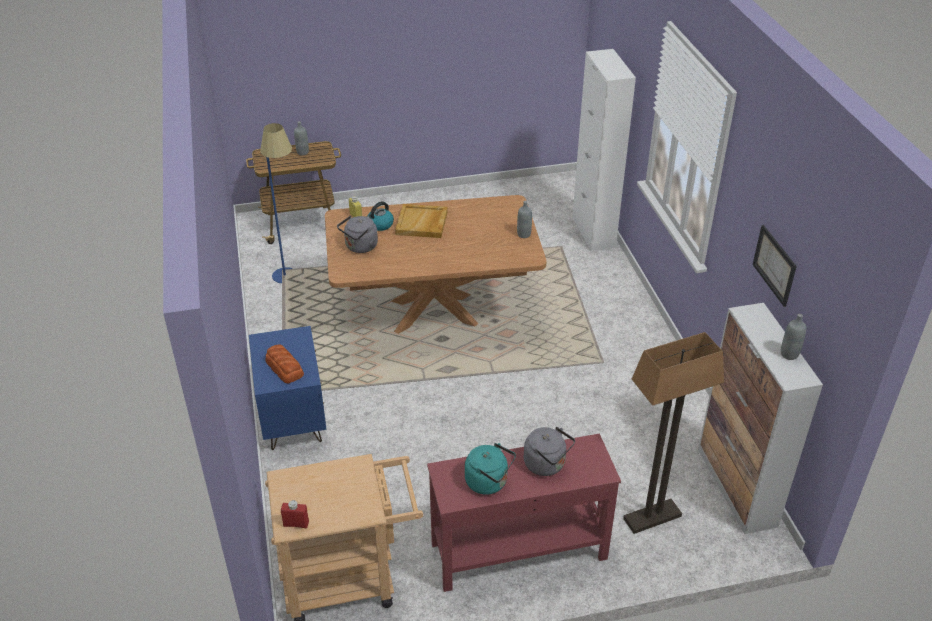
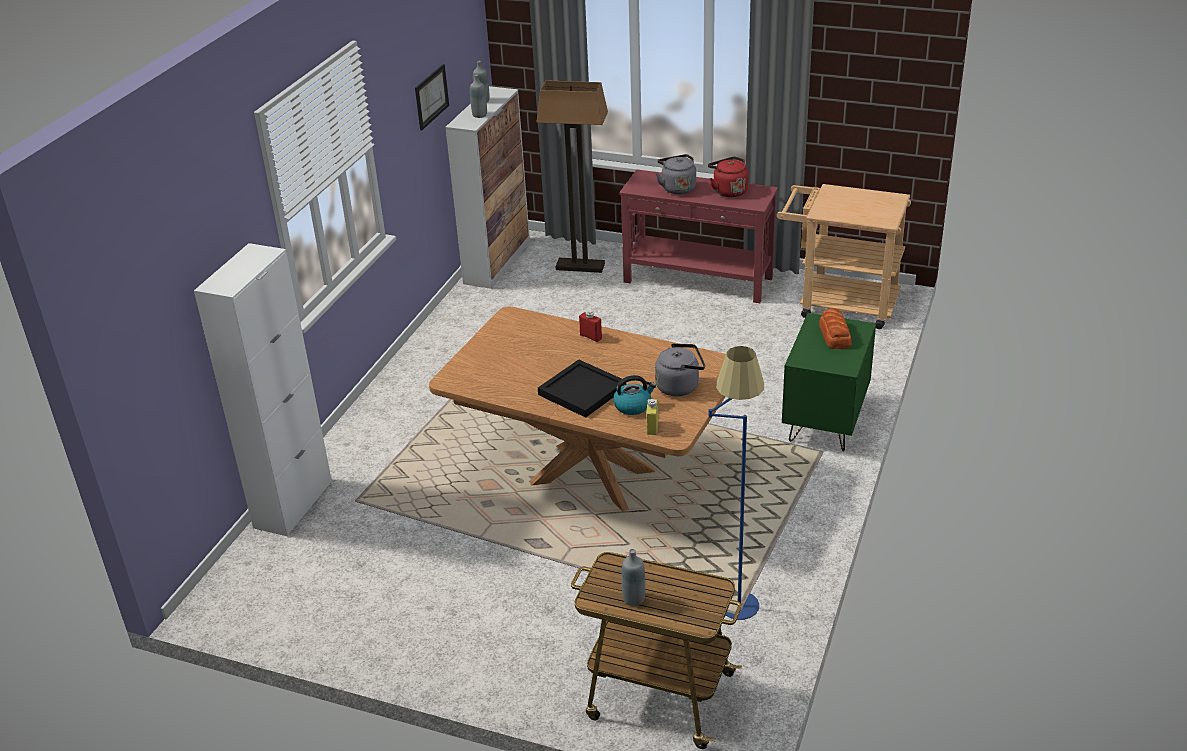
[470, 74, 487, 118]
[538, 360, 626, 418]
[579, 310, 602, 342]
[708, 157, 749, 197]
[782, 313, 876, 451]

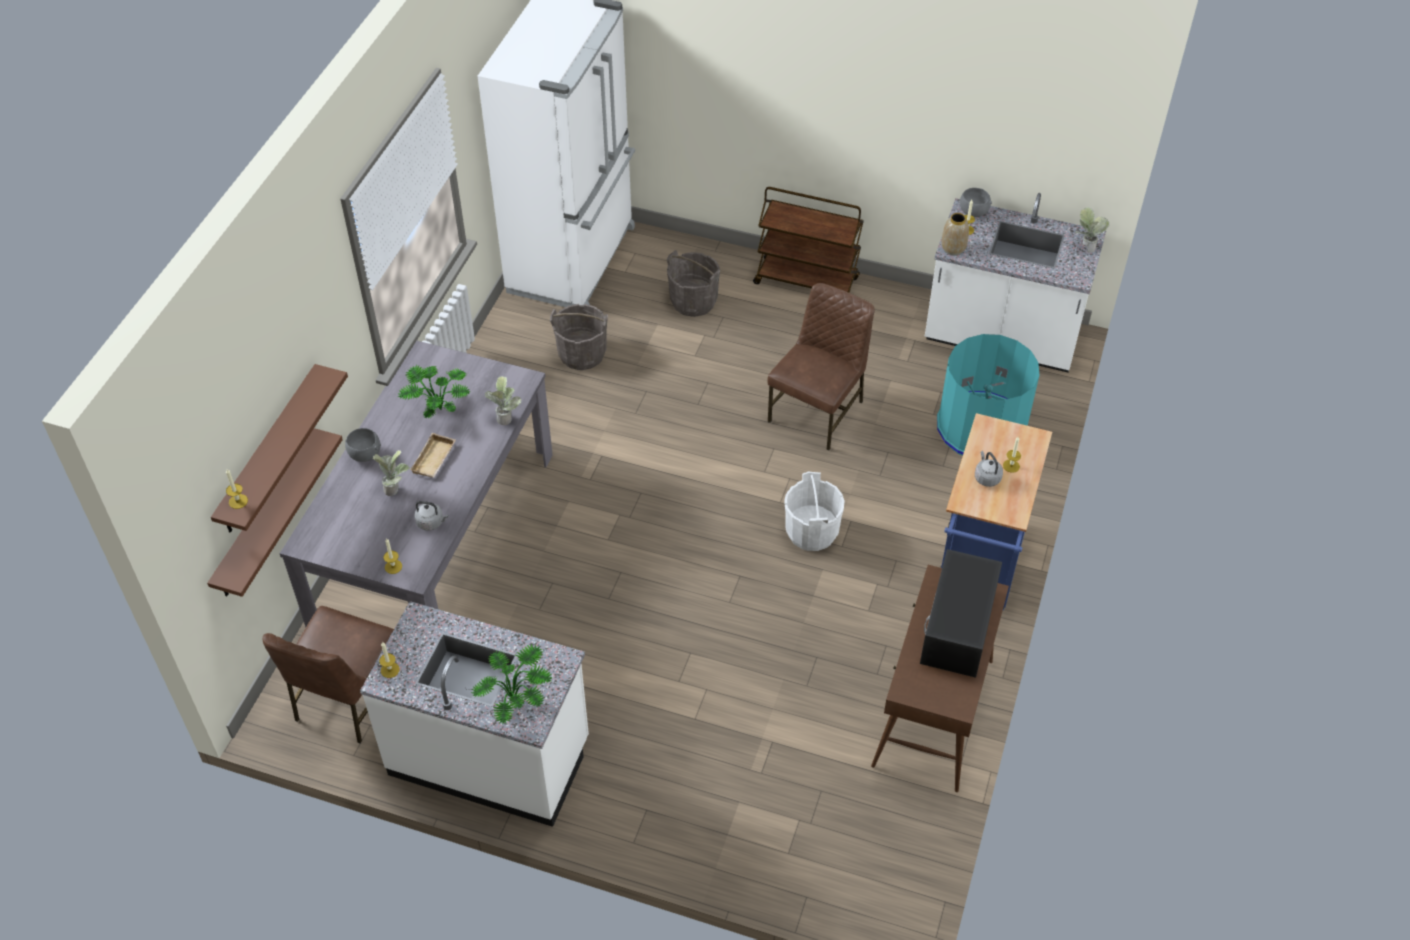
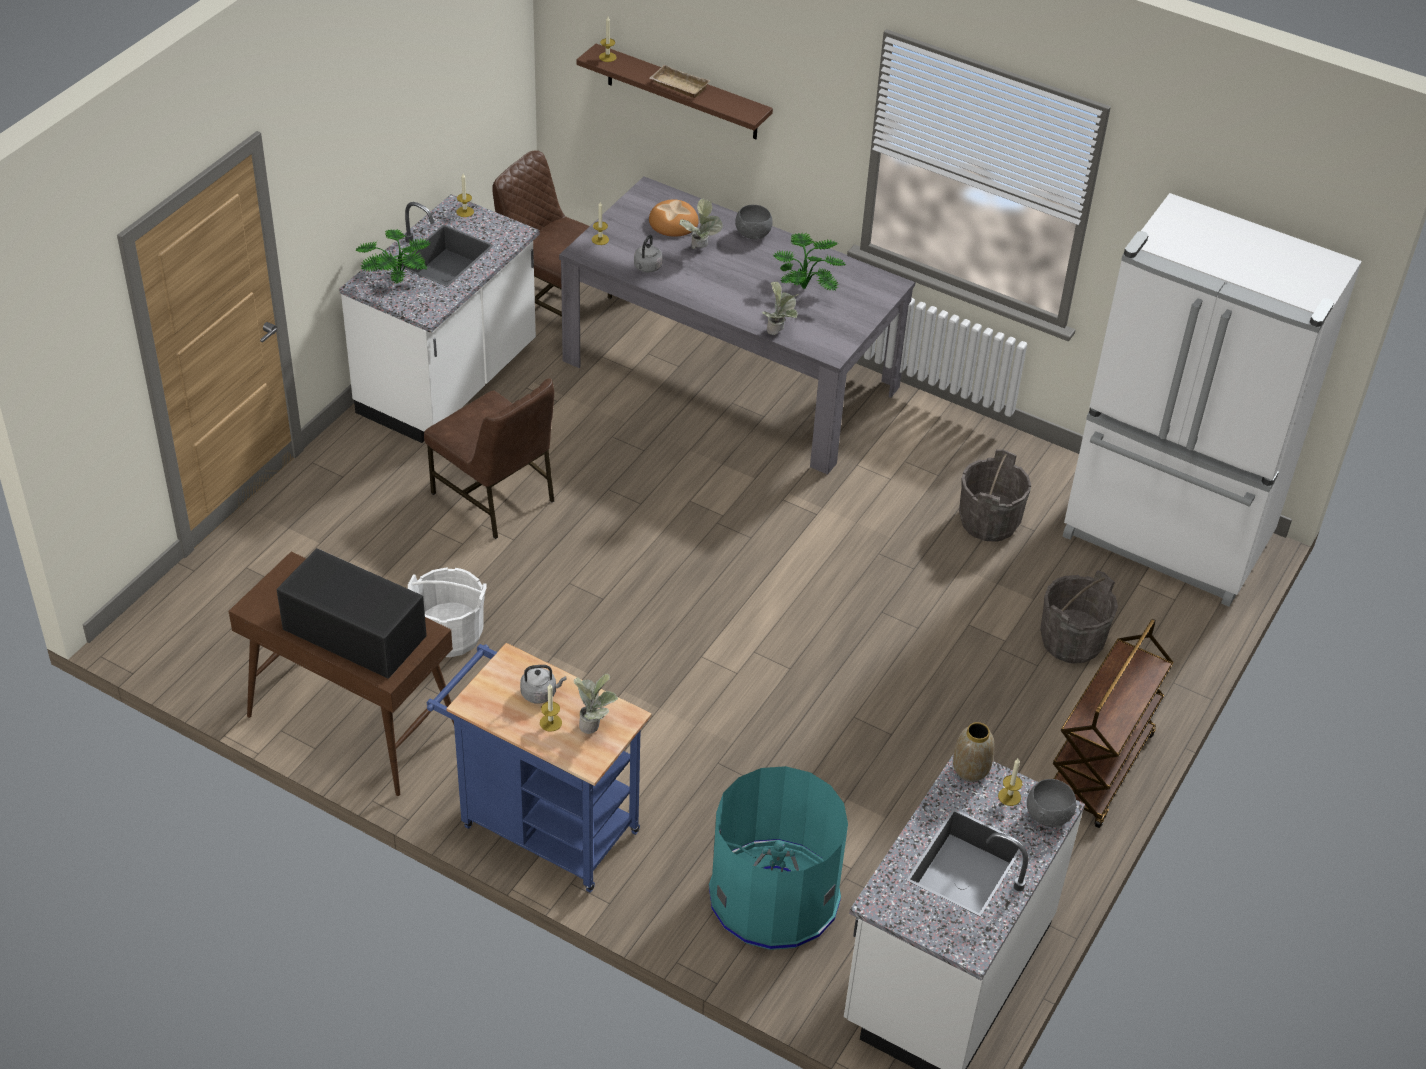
[408, 567, 486, 657]
[424, 378, 554, 539]
[574, 673, 618, 734]
[649, 65, 710, 98]
[649, 199, 699, 237]
[207, 428, 343, 597] (first image)

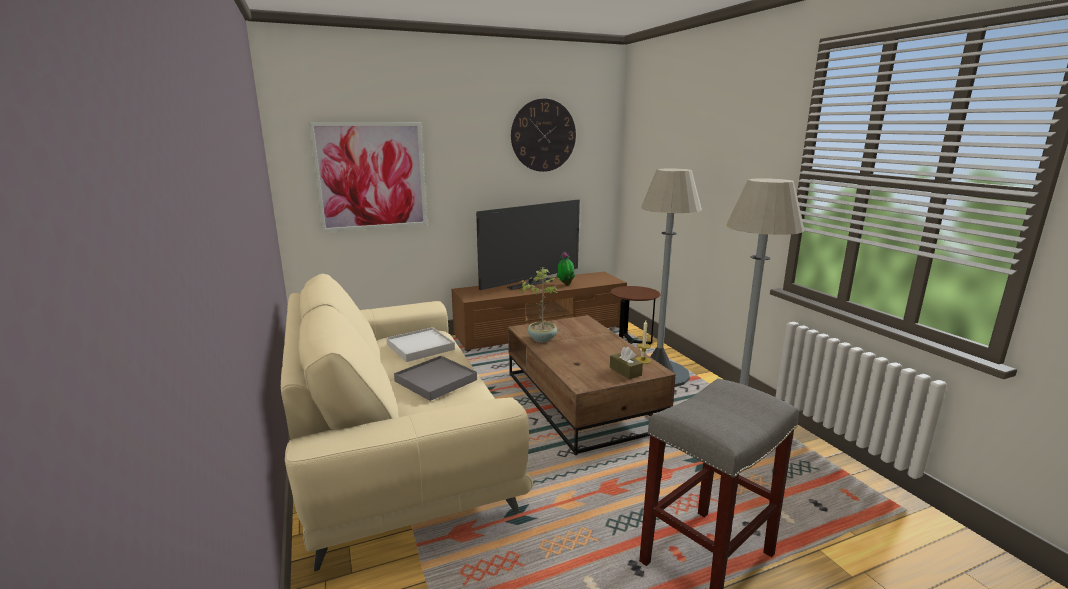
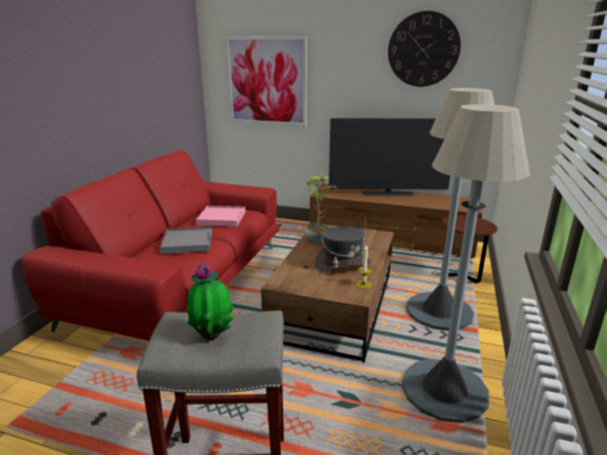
[22, 150, 280, 341]
[187, 264, 234, 340]
[196, 205, 246, 227]
[315, 226, 371, 271]
[610, 347, 643, 379] (first image)

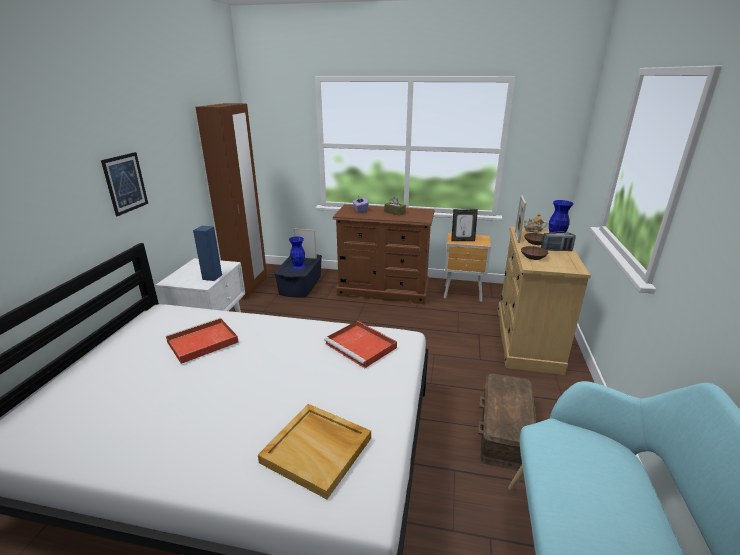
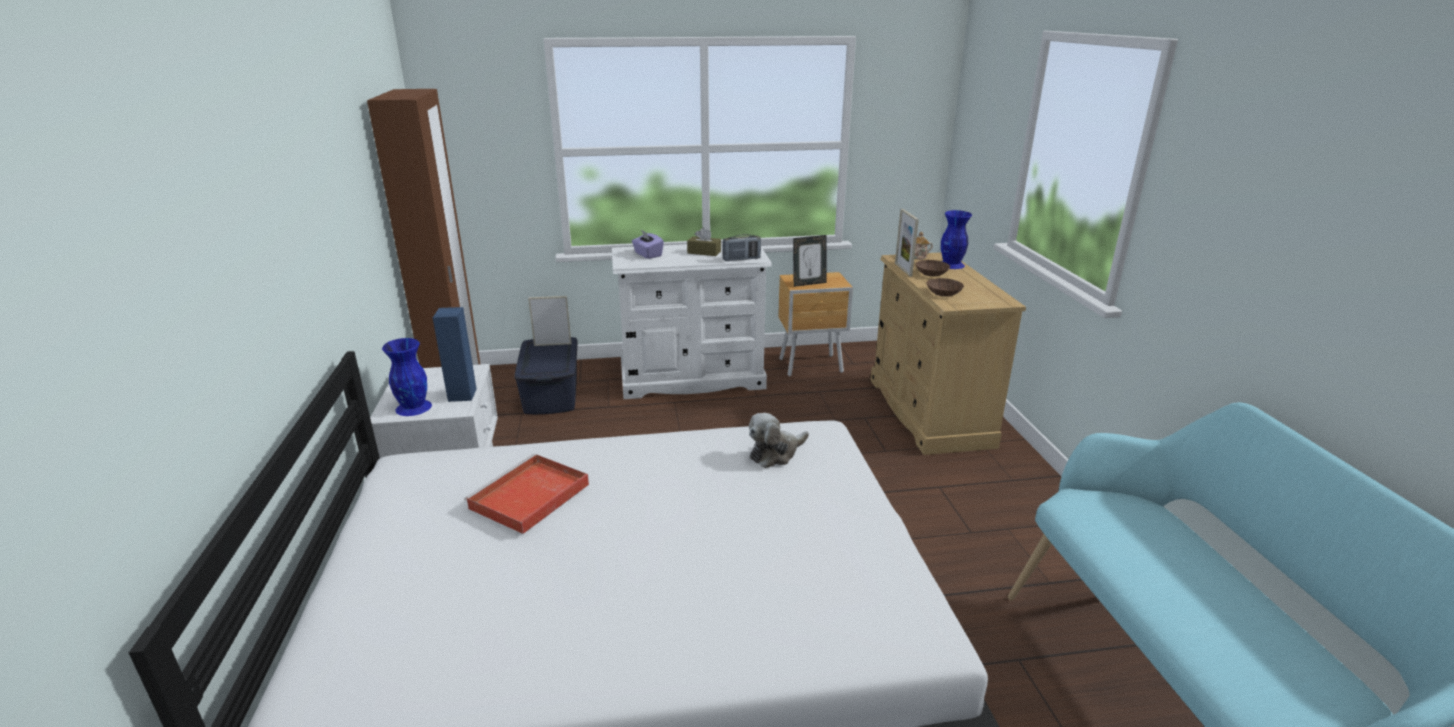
[382, 338, 432, 416]
[612, 243, 772, 399]
[722, 234, 761, 261]
[749, 413, 809, 468]
[101, 152, 148, 216] (first image)
[258, 404, 371, 499] (first image)
[478, 373, 536, 471] (first image)

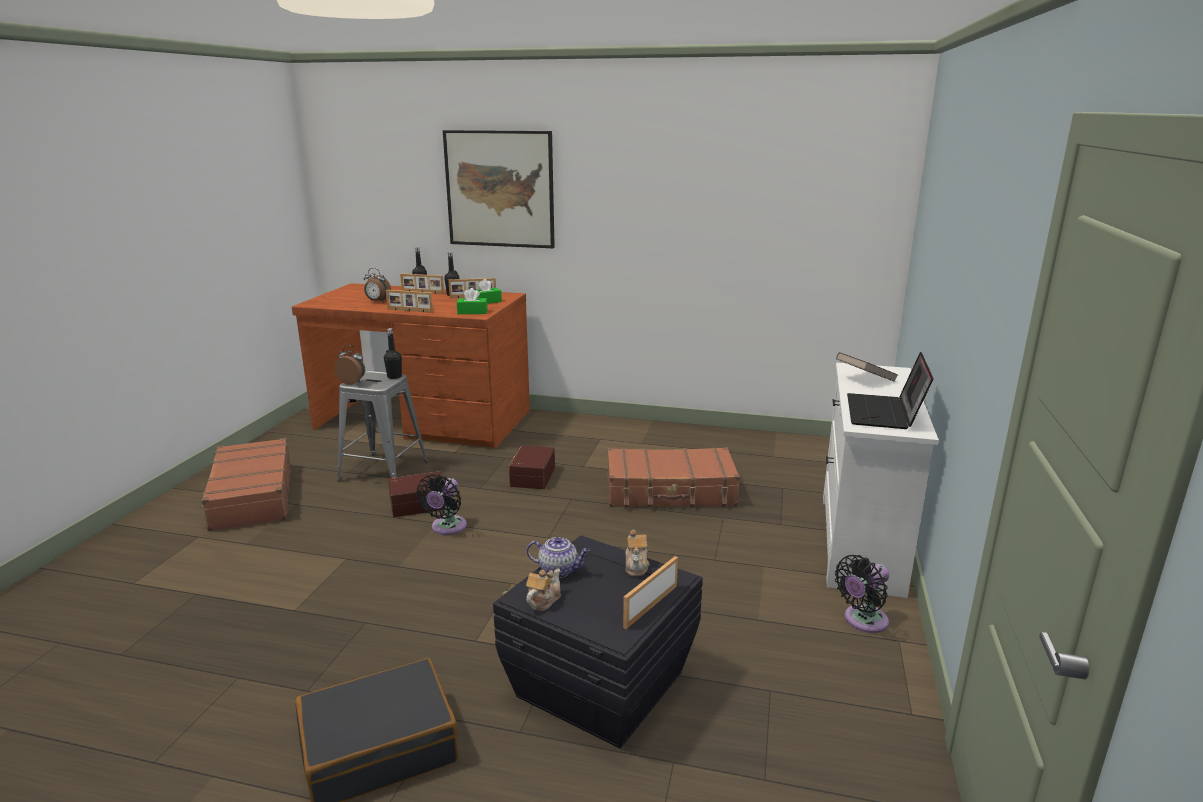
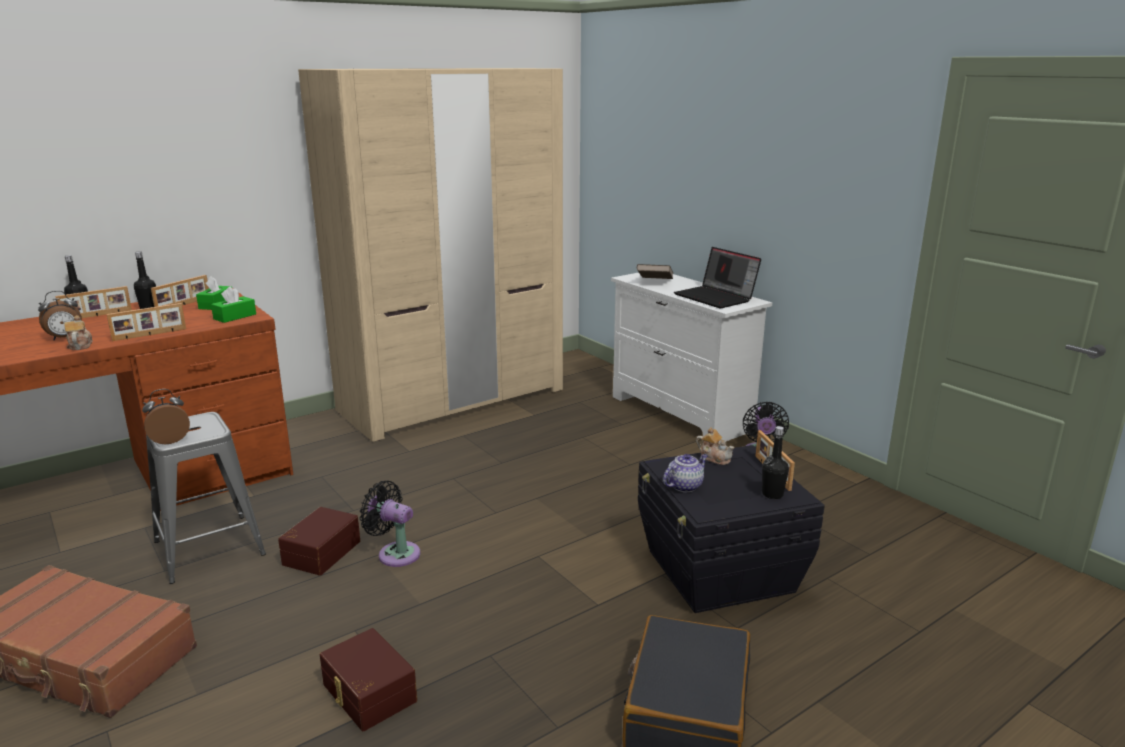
[64, 315, 93, 350]
[298, 68, 563, 442]
[320, 628, 417, 731]
[360, 481, 421, 567]
[762, 426, 789, 499]
[443, 130, 555, 248] (first image)
[608, 447, 740, 508] (first image)

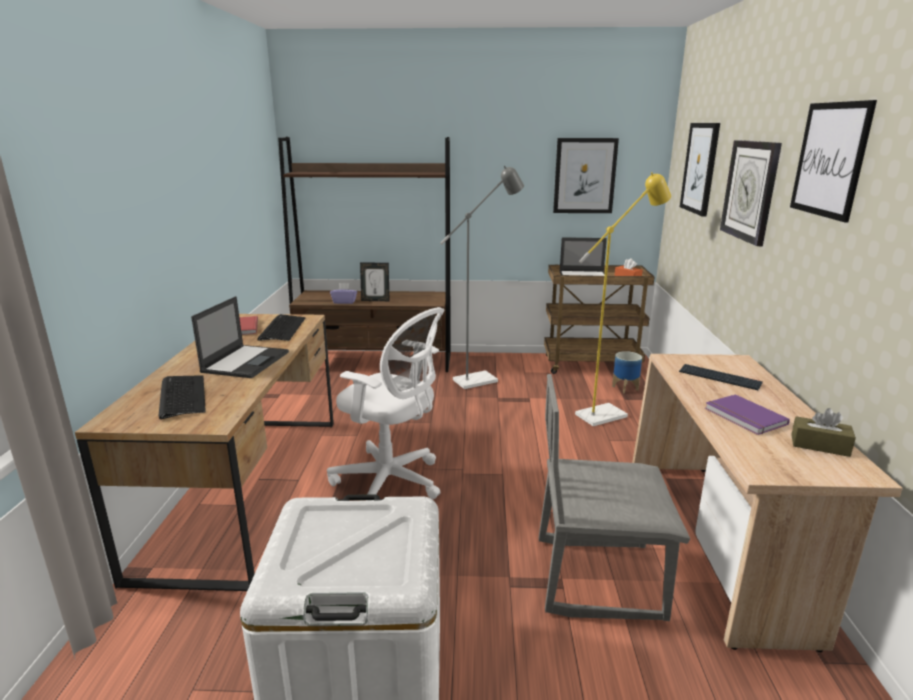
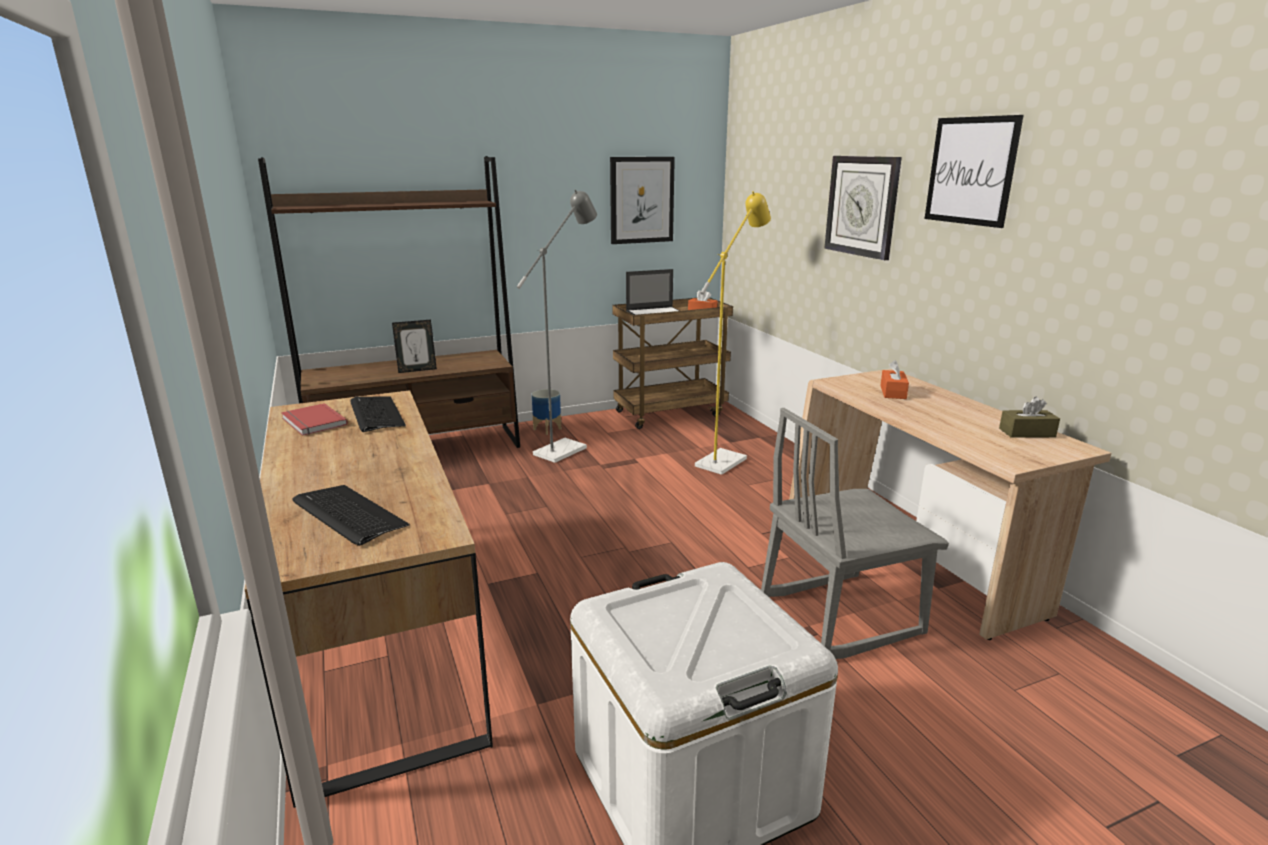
[532, 389, 561, 435]
[880, 360, 909, 399]
[191, 296, 289, 378] (first image)
[327, 307, 444, 501] (first image)
[330, 283, 357, 304] (first image)
[680, 123, 720, 217] (first image)
[705, 394, 790, 435] (first image)

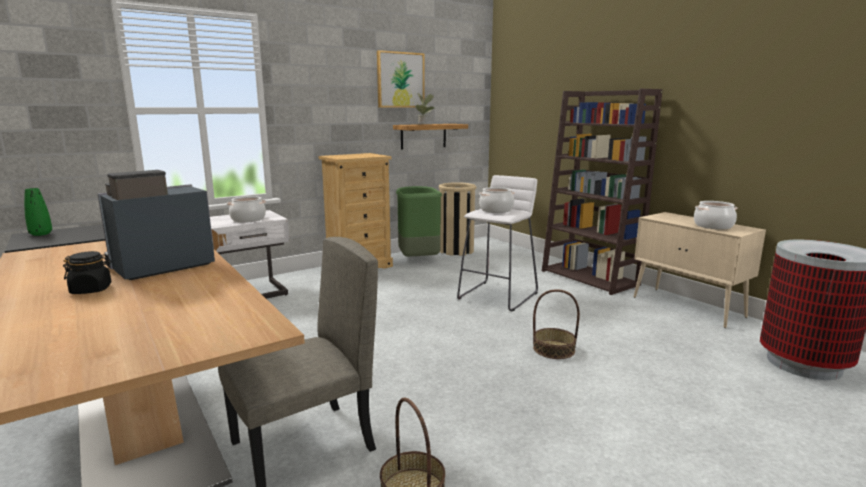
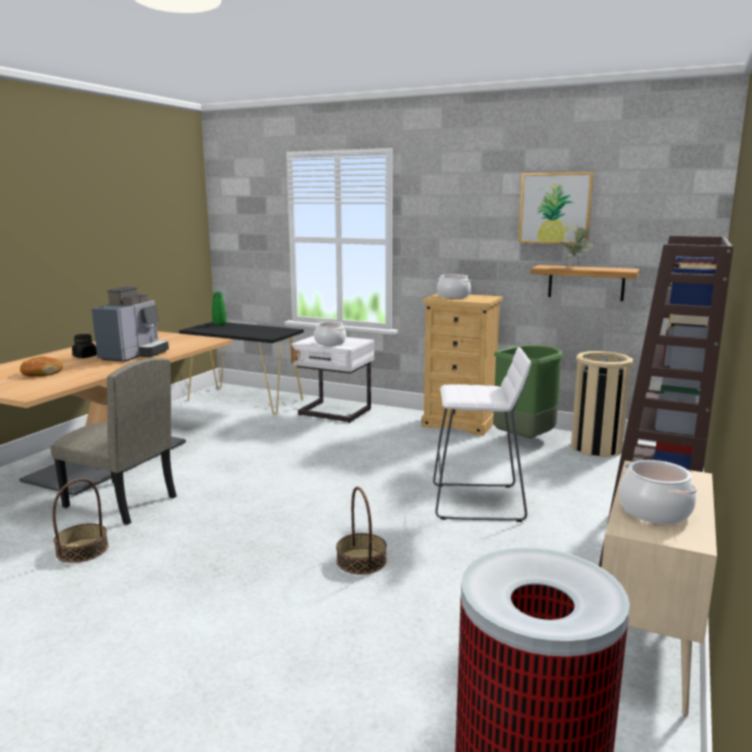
[20, 357, 63, 376]
[92, 286, 169, 362]
[437, 274, 471, 299]

